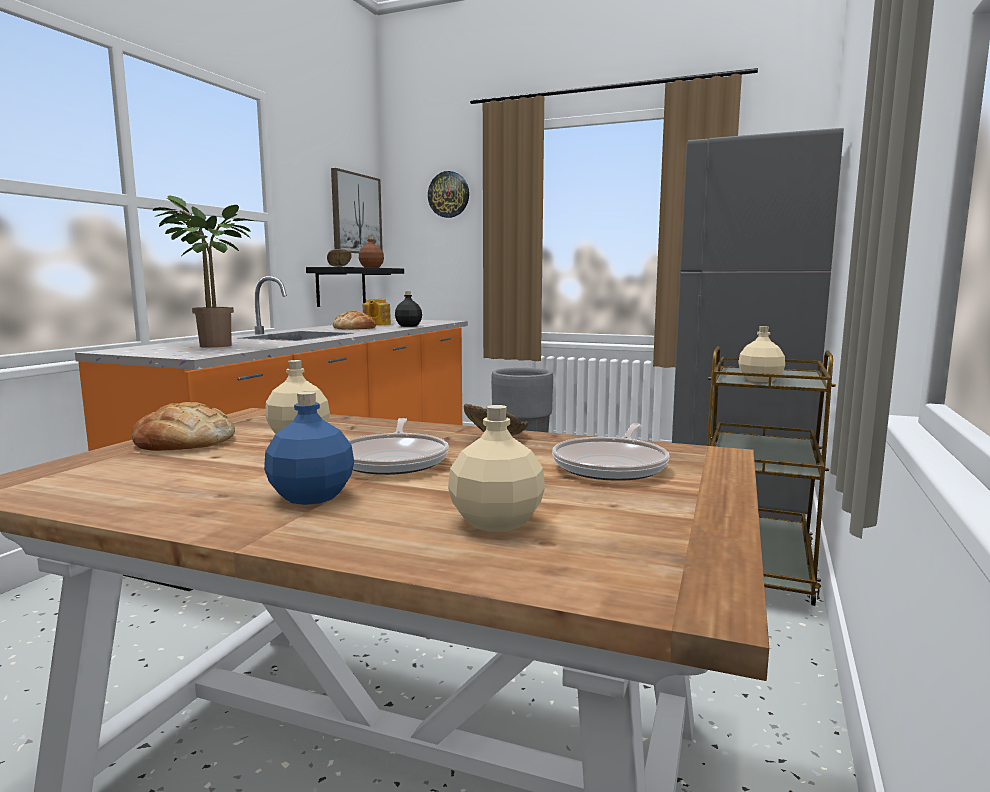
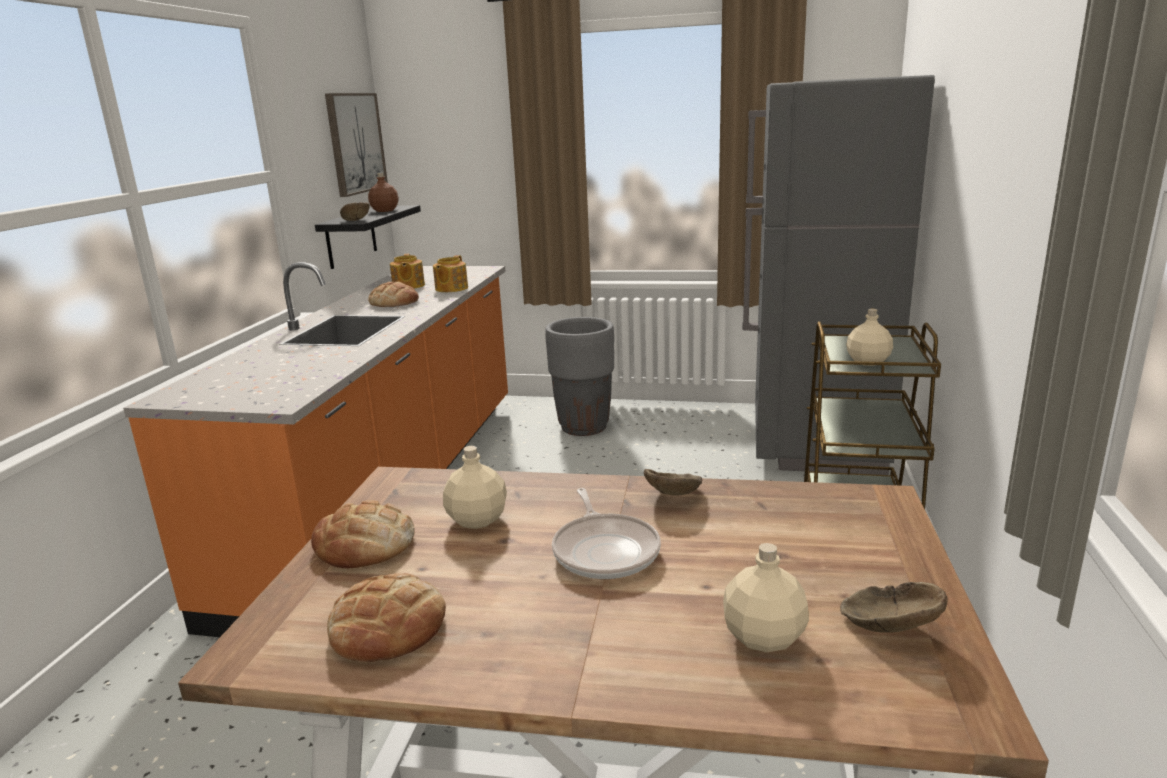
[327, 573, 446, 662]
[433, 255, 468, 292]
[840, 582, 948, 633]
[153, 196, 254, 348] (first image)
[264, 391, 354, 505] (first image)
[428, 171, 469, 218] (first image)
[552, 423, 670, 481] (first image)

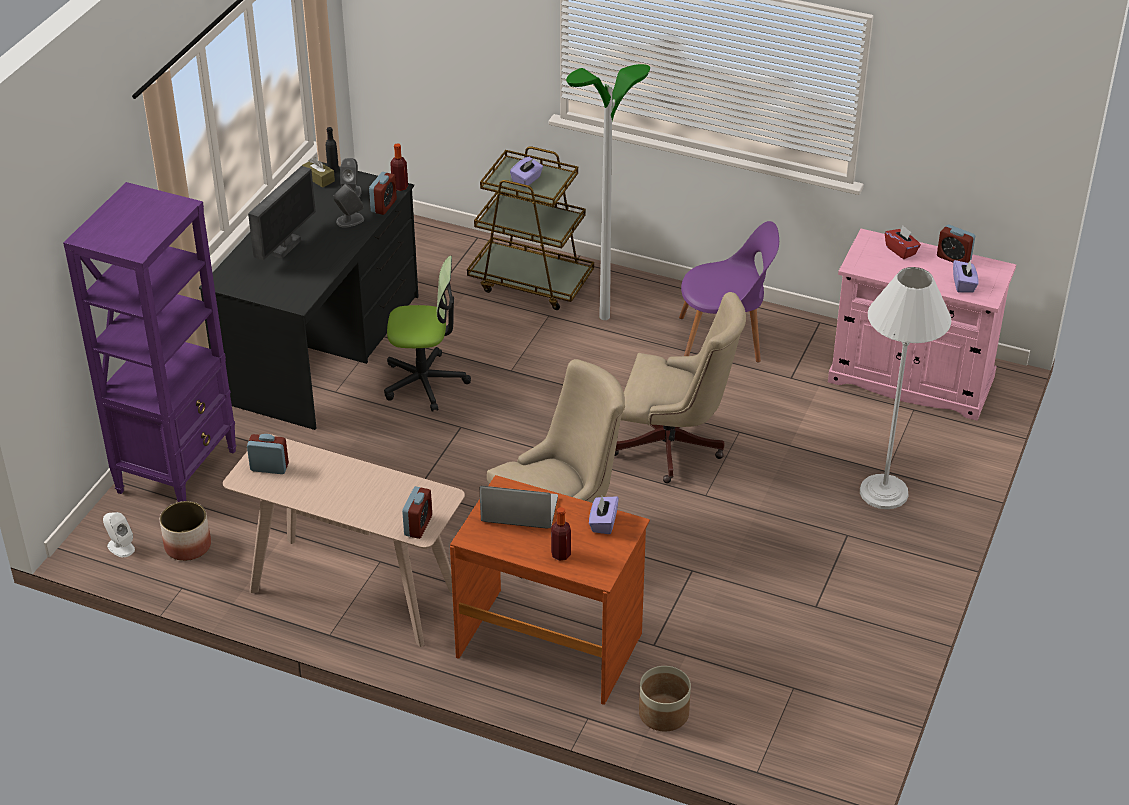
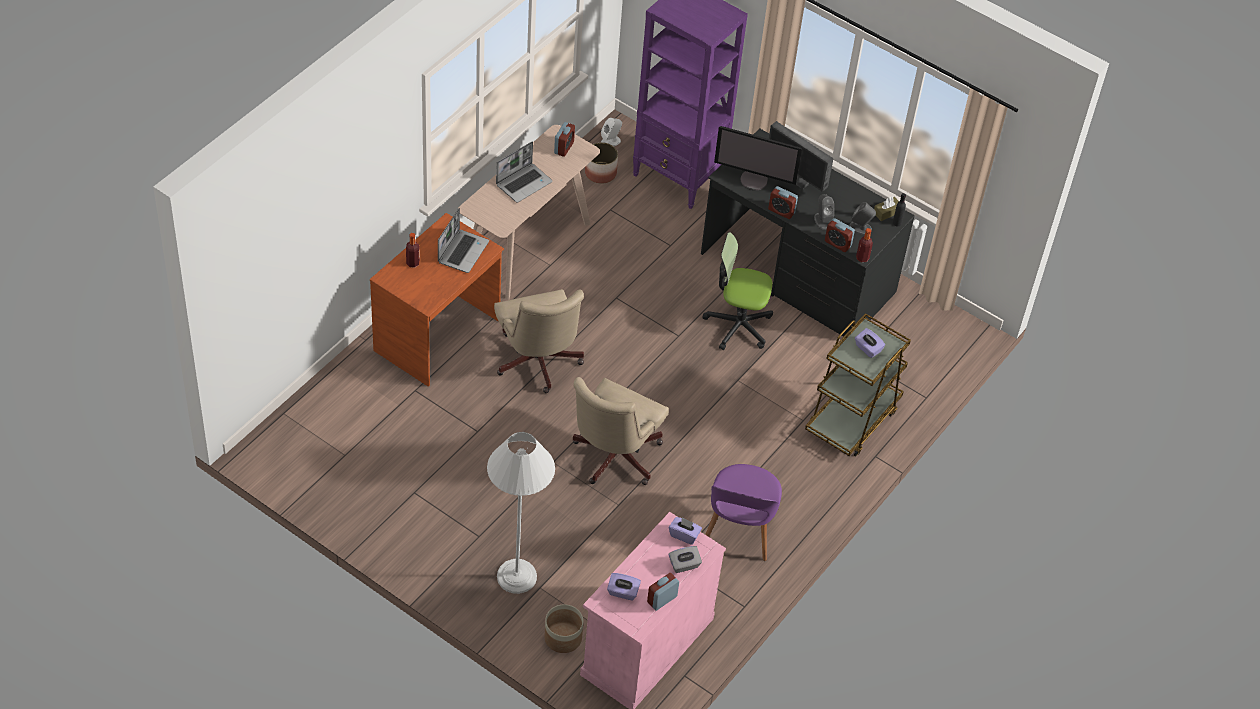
[496, 141, 553, 203]
[544, 604, 583, 653]
[669, 517, 702, 545]
[669, 546, 702, 573]
[703, 232, 773, 350]
[714, 126, 802, 190]
[768, 186, 798, 219]
[566, 64, 650, 320] (first image)

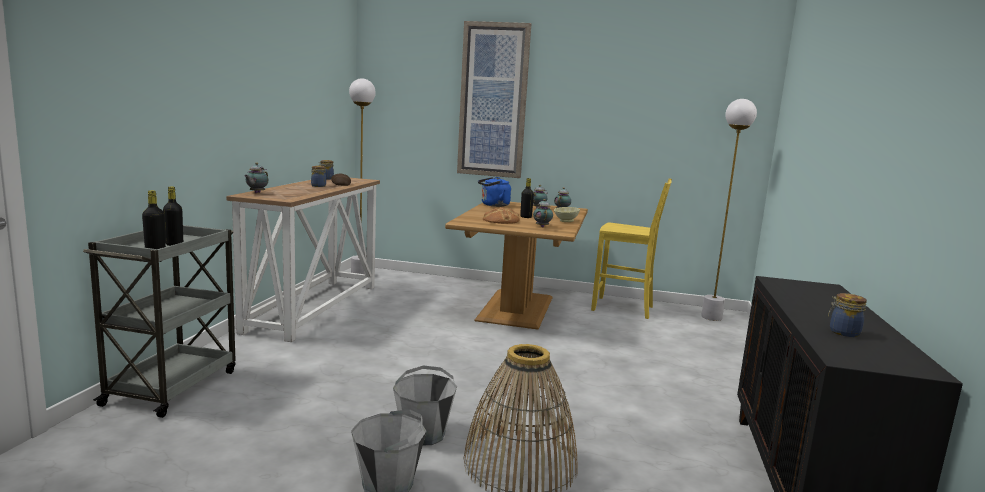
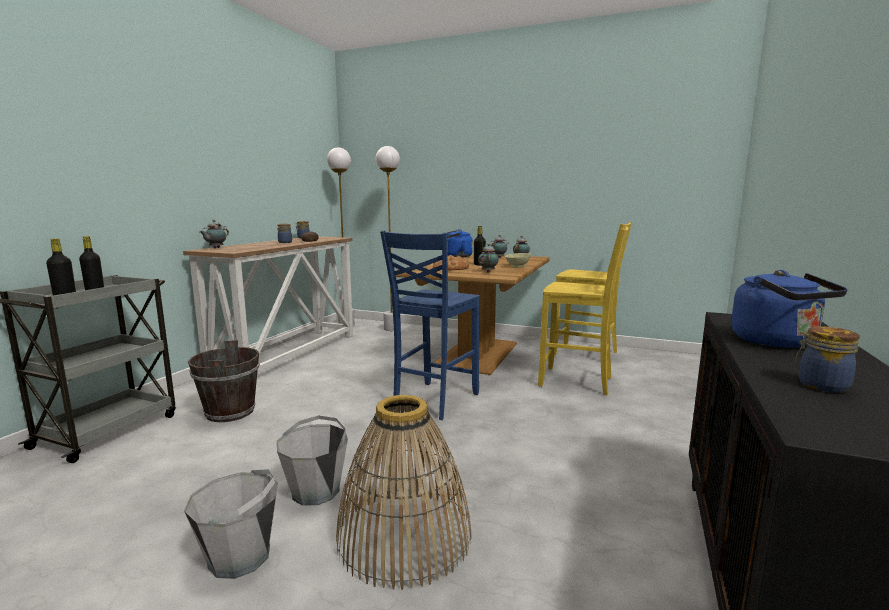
[188, 340, 260, 422]
[376, 146, 400, 331]
[380, 230, 480, 420]
[538, 226, 628, 396]
[731, 270, 848, 348]
[457, 21, 531, 178] (first image)

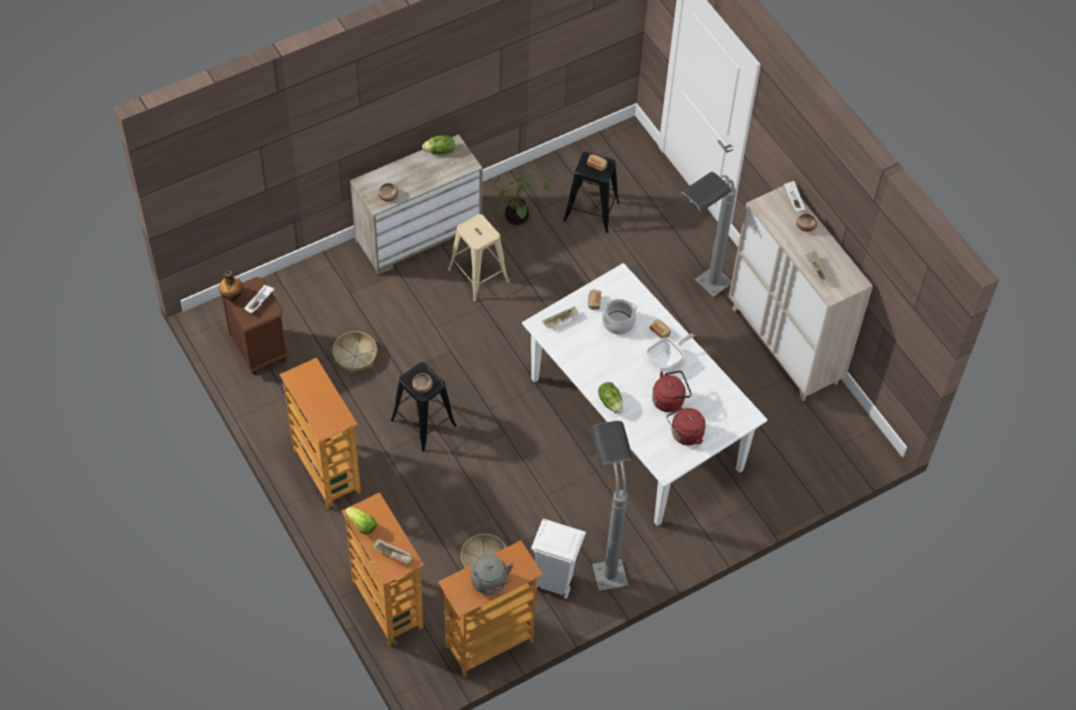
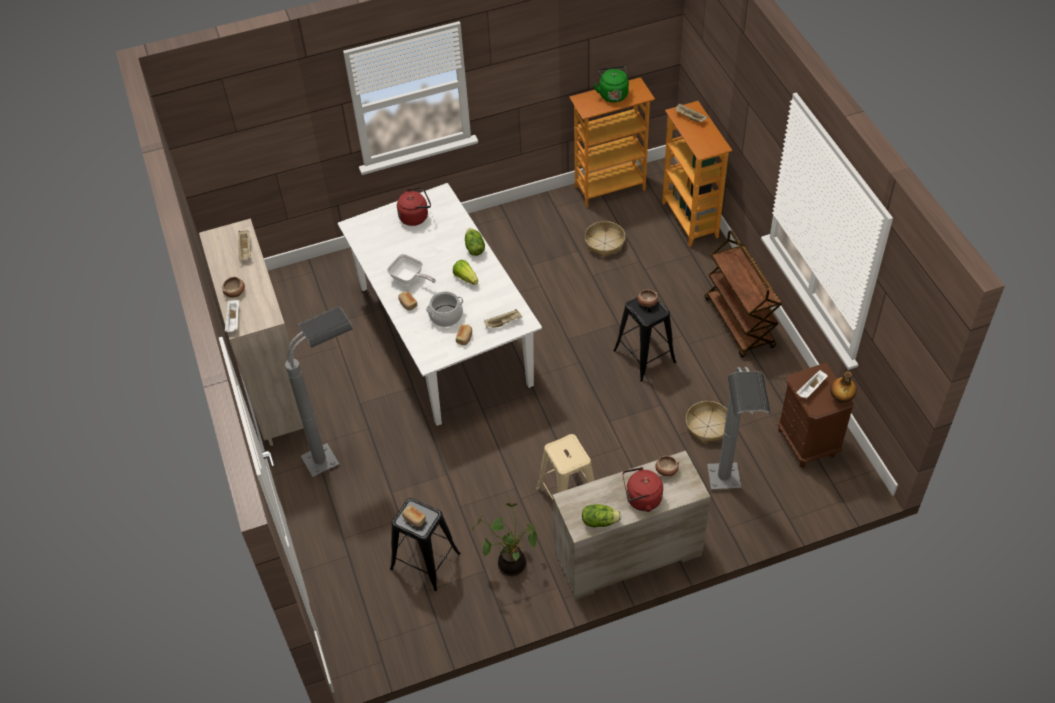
[387, 254, 436, 285]
[453, 260, 478, 285]
[594, 66, 629, 102]
[622, 467, 663, 512]
[705, 230, 782, 358]
[707, 367, 771, 490]
[531, 519, 586, 599] (first image)

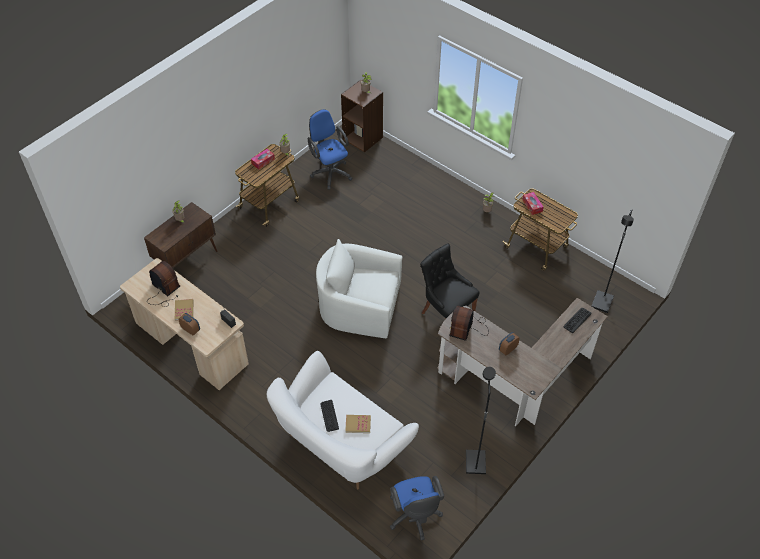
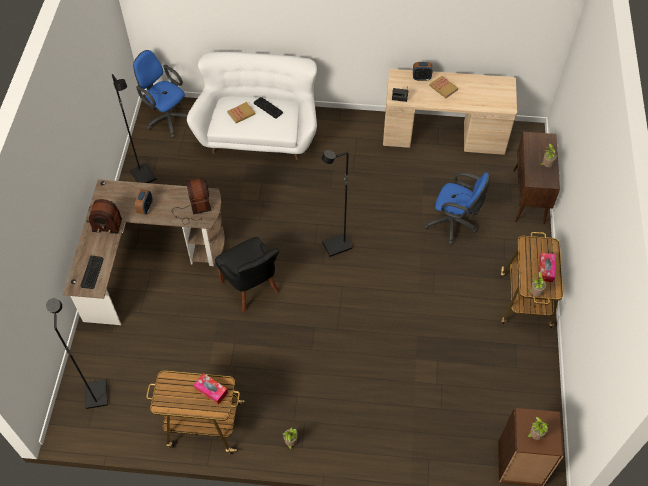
[86, 199, 122, 234]
[215, 237, 279, 312]
[322, 150, 352, 257]
[424, 172, 490, 245]

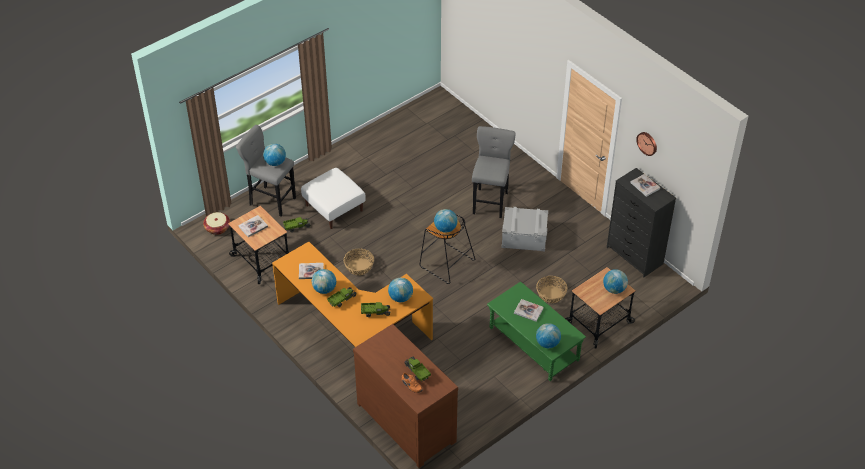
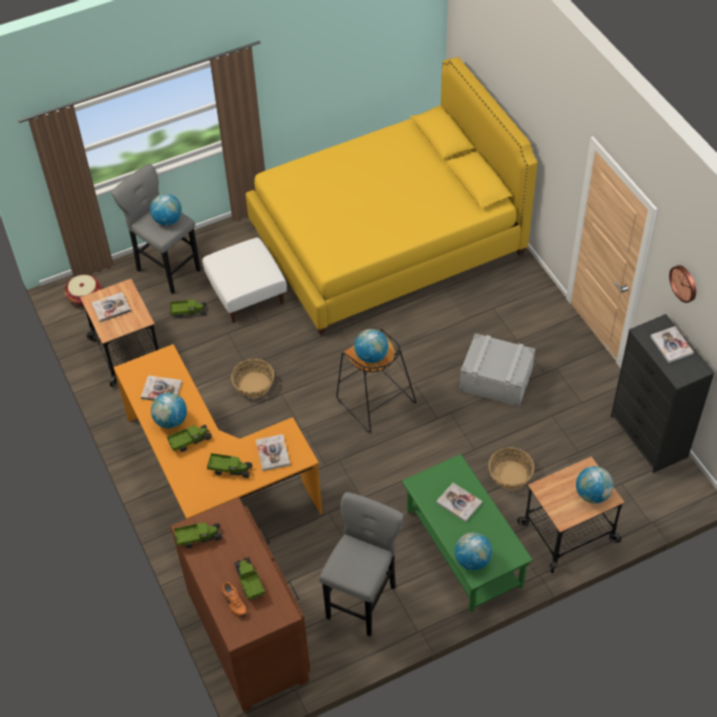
[174, 522, 222, 548]
[246, 57, 538, 335]
[256, 434, 290, 471]
[319, 492, 404, 636]

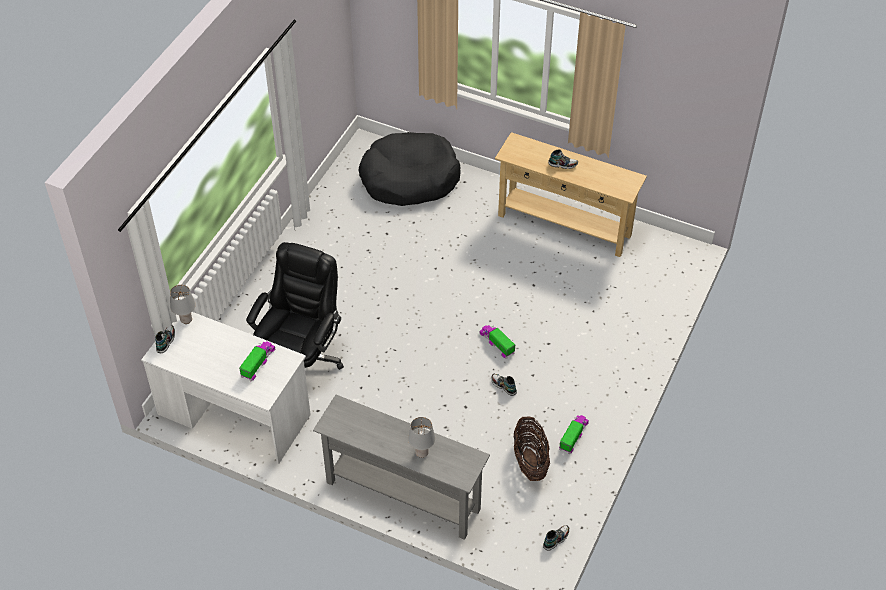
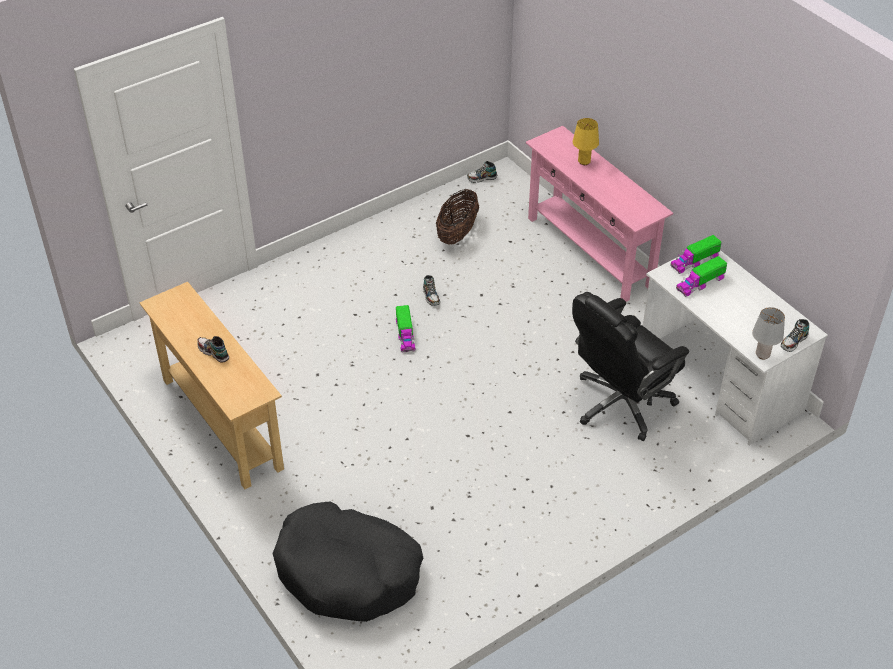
[526, 126, 673, 302]
[573, 118, 599, 165]
[670, 235, 722, 274]

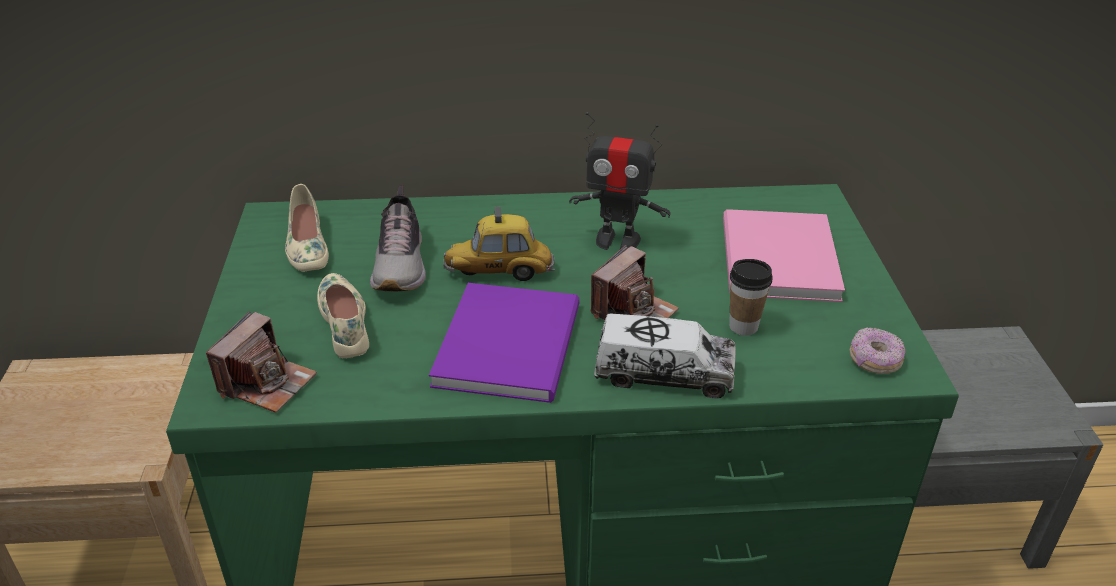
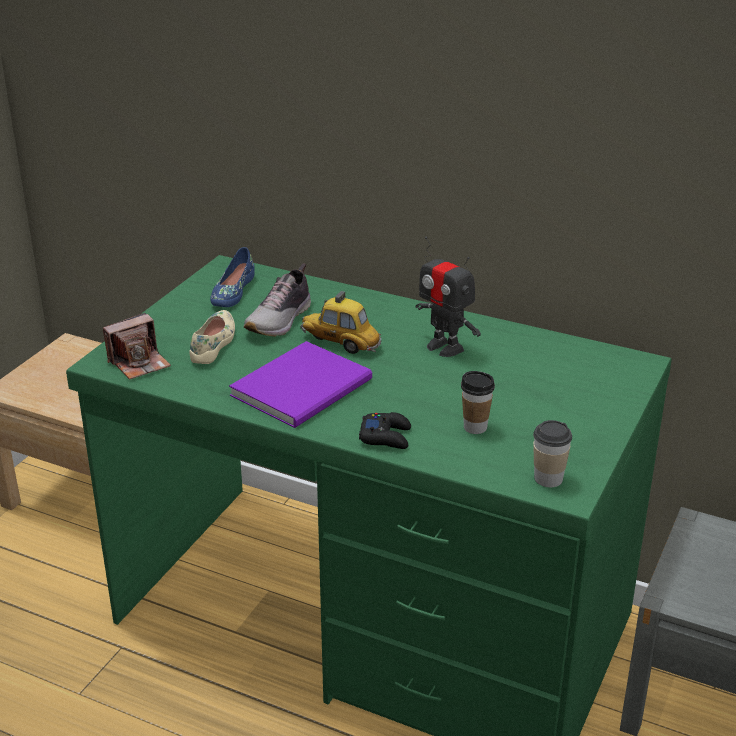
[210, 247, 255, 307]
[359, 412, 411, 449]
[533, 420, 572, 487]
[591, 245, 679, 320] (first image)
[723, 209, 845, 302] (first image)

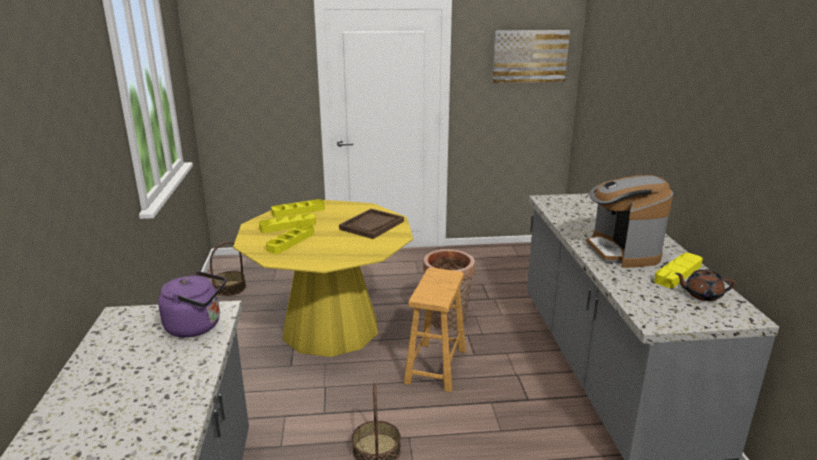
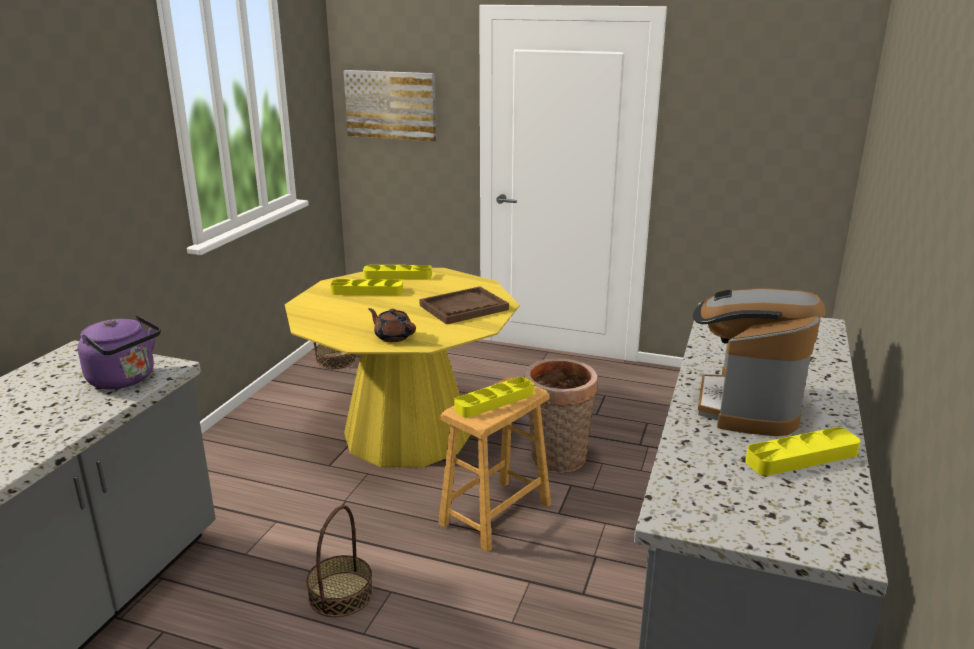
[343, 70, 436, 142]
[368, 308, 416, 342]
[454, 377, 534, 418]

